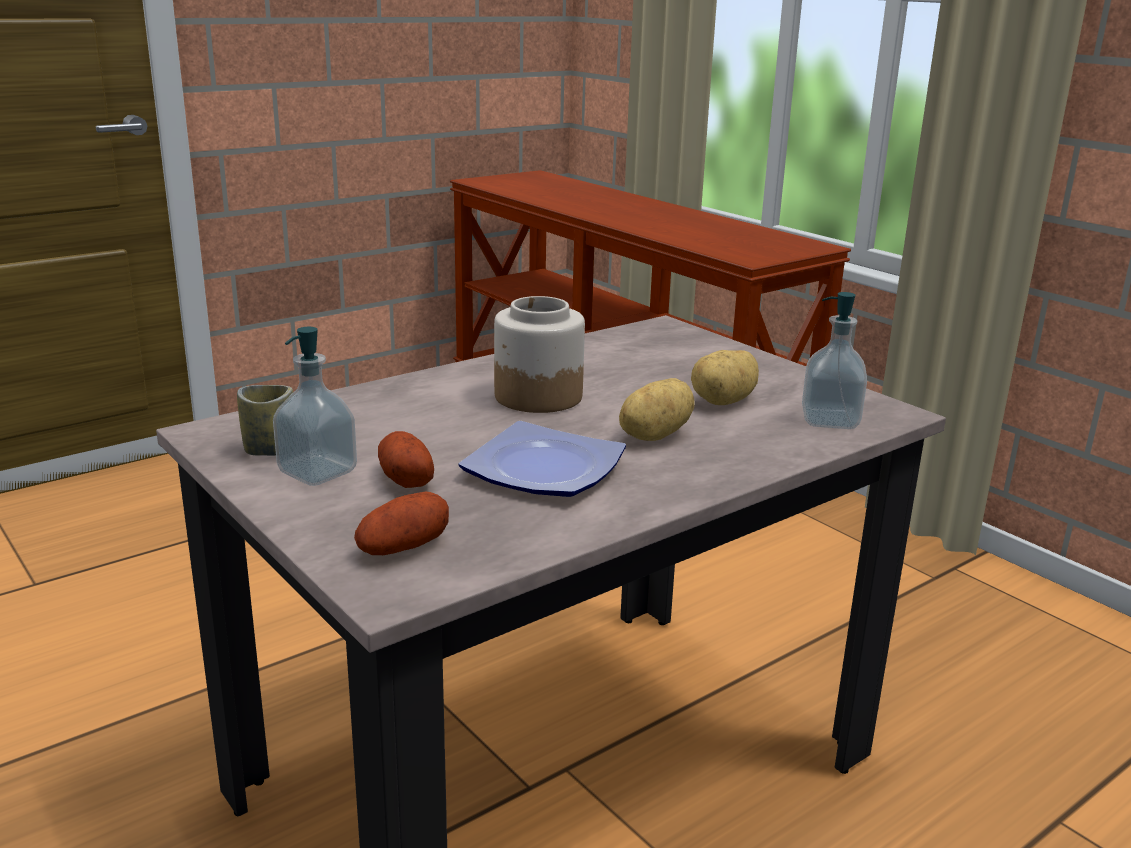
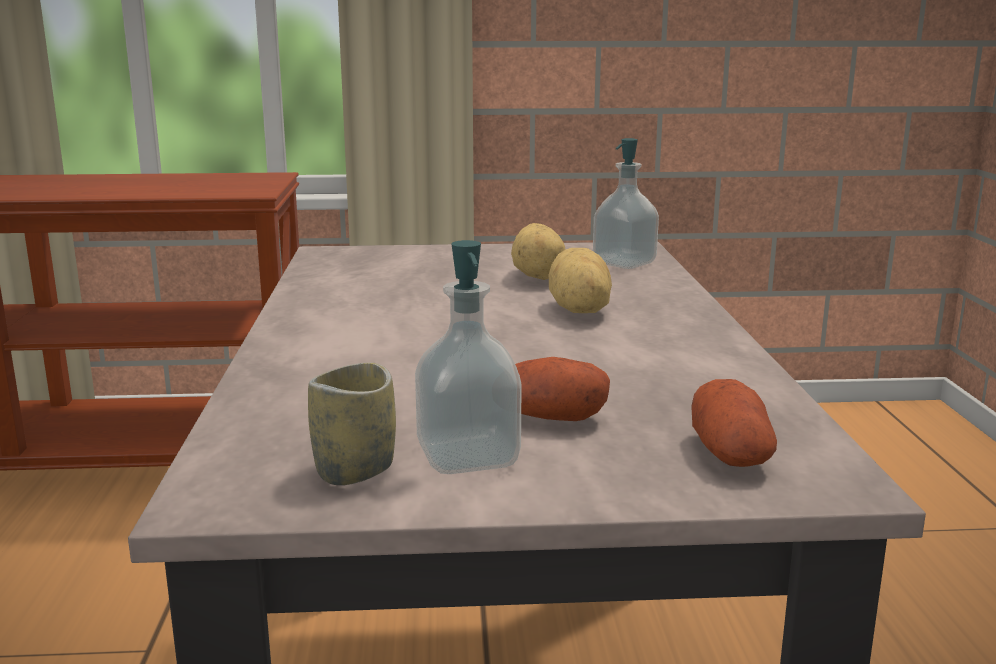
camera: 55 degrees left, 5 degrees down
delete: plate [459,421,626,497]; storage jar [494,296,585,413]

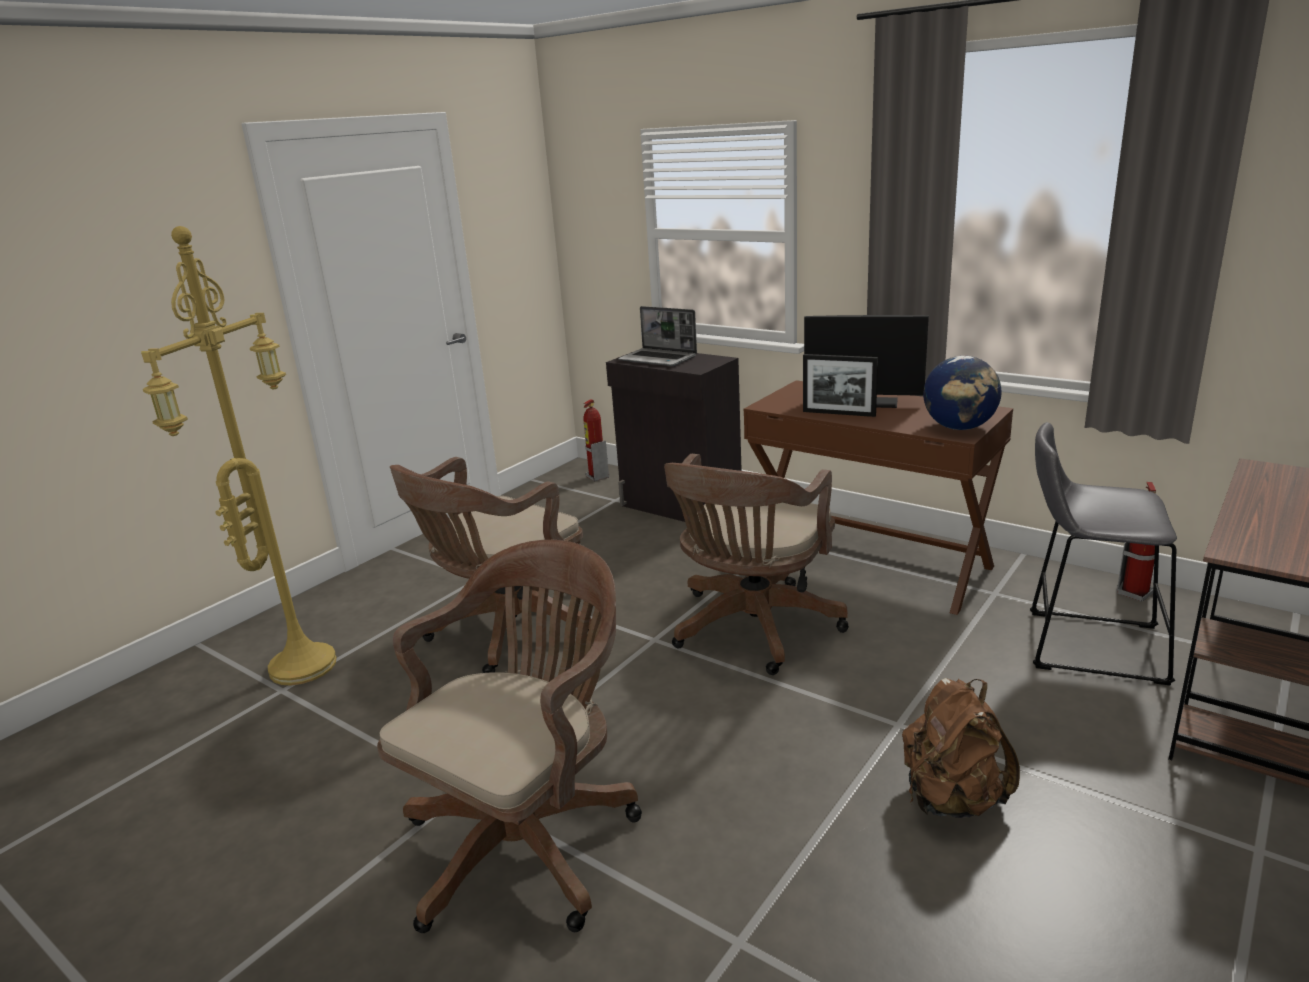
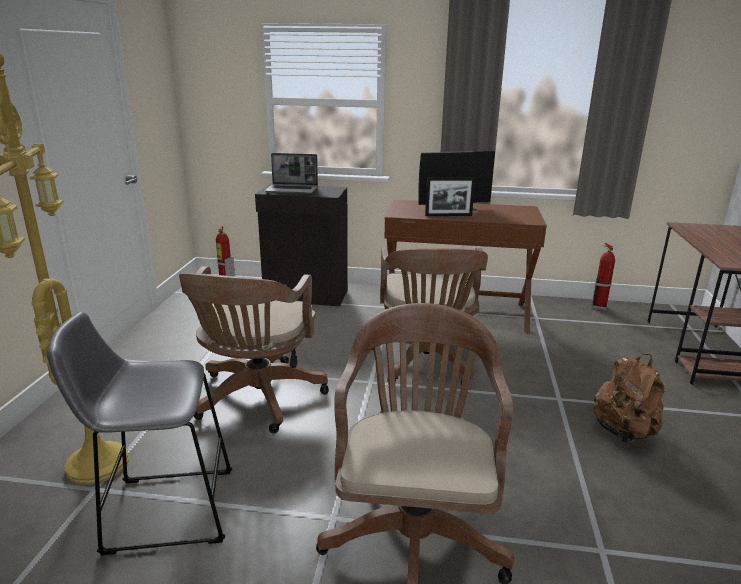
camera: 30 degrees left, 0 degrees up
delete: desk globe [923,356,1002,430]
move: stool seat in gray [1030,422,1177,685] to [47,312,232,555]

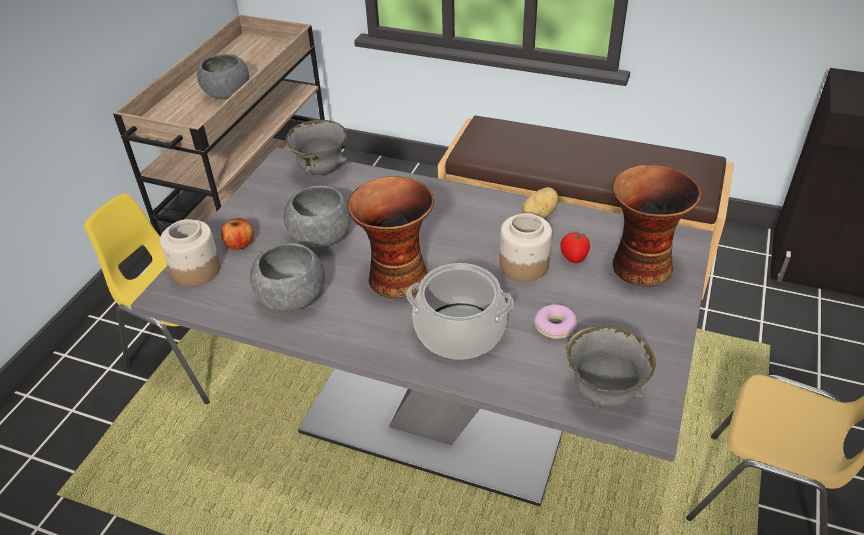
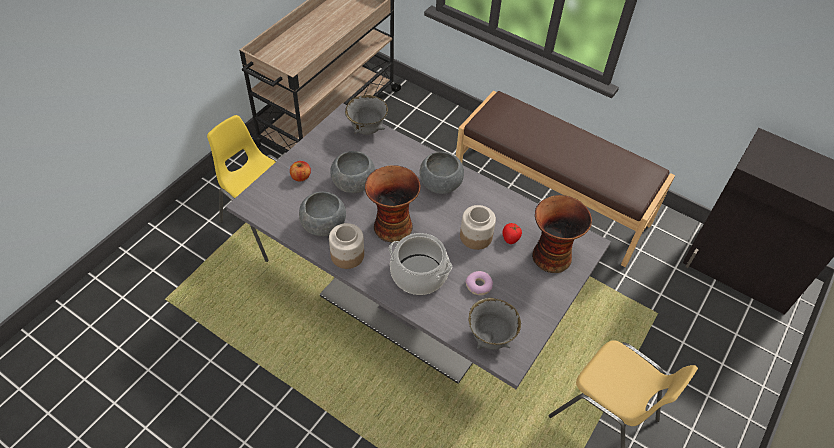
camera: 10 degrees right, 10 degrees up
delete: potato [522,187,559,218]
move: storage jar [160,219,221,287] to [329,223,364,269]; bowl in gray [197,54,249,99] to [419,152,464,194]

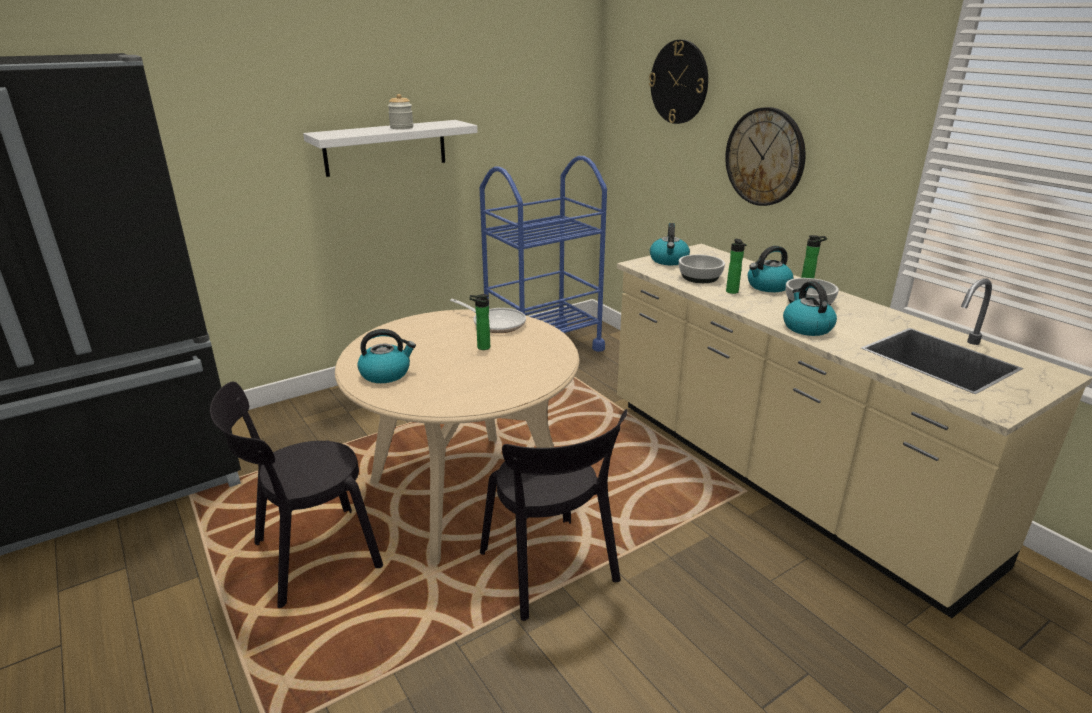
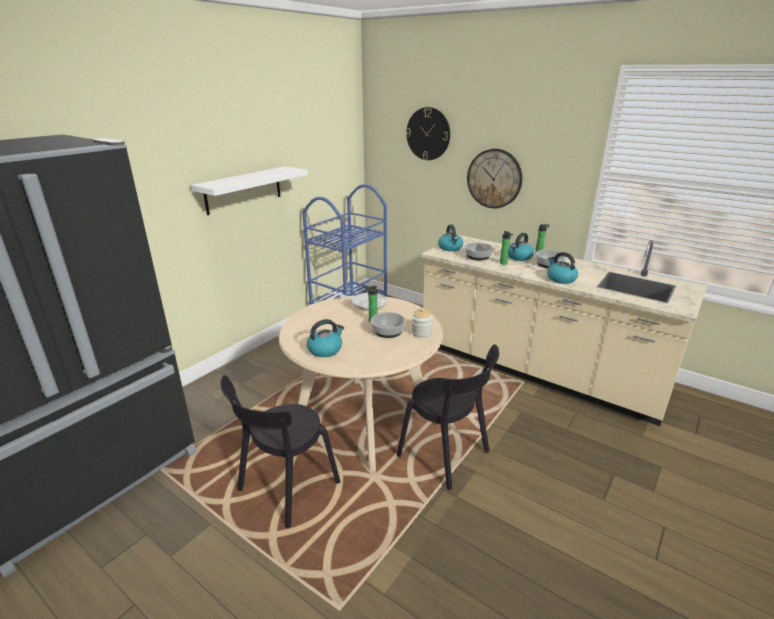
camera: 20 degrees left, 0 degrees up
insert: bowl [370,312,406,338]
move: storage jar [388,94,413,129] to [412,308,433,338]

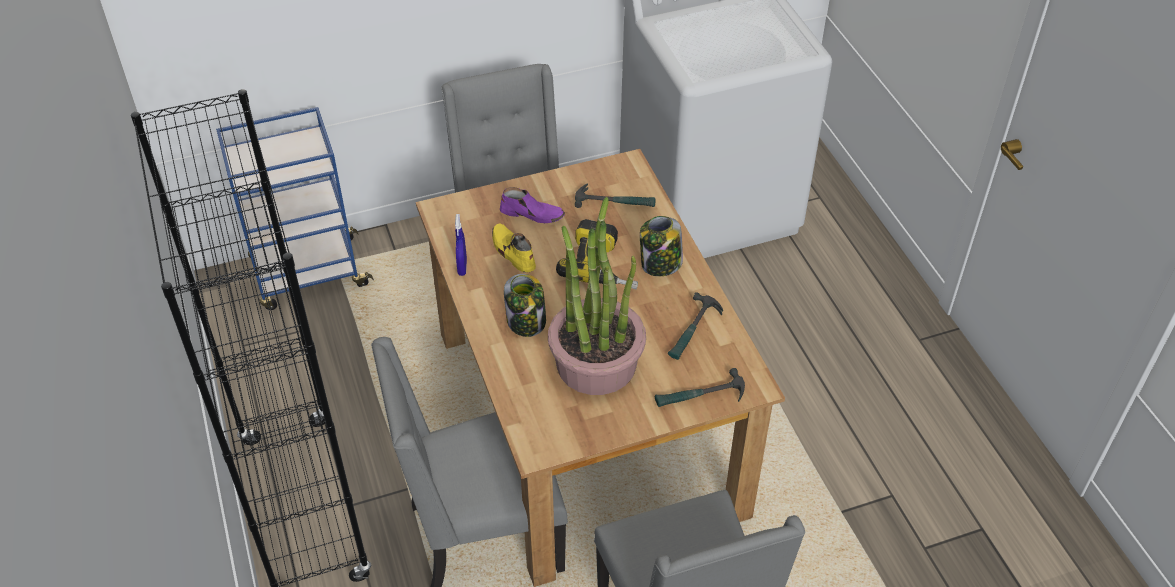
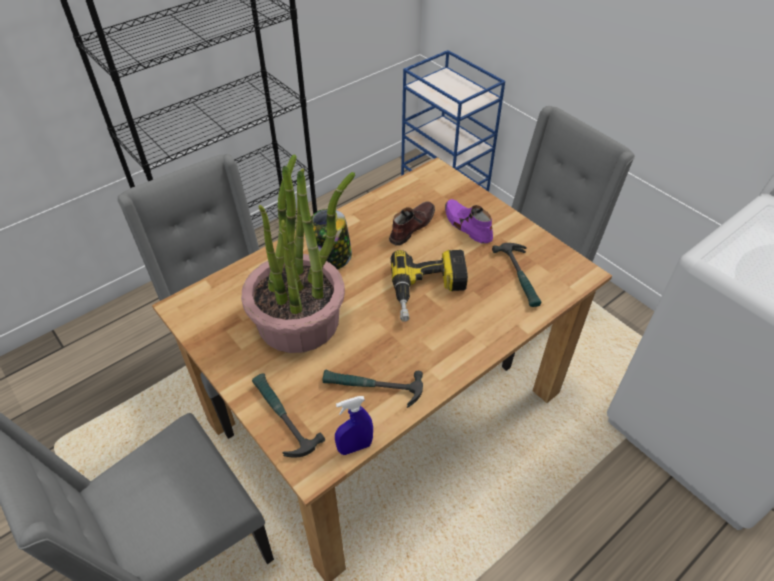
camera: 70 degrees right, 0 degrees up
delete: storage jar [640,216,683,276]
move: sprayer in blue-coloured [455,214,467,276] to [335,396,373,455]
recolor: item of footwear in yellow [492,224,536,273] to item of footwear in brown [389,201,435,246]
rotate: item of footwear in purplish [500,187,565,223] = [445,199,493,244] 150 degrees clockwise

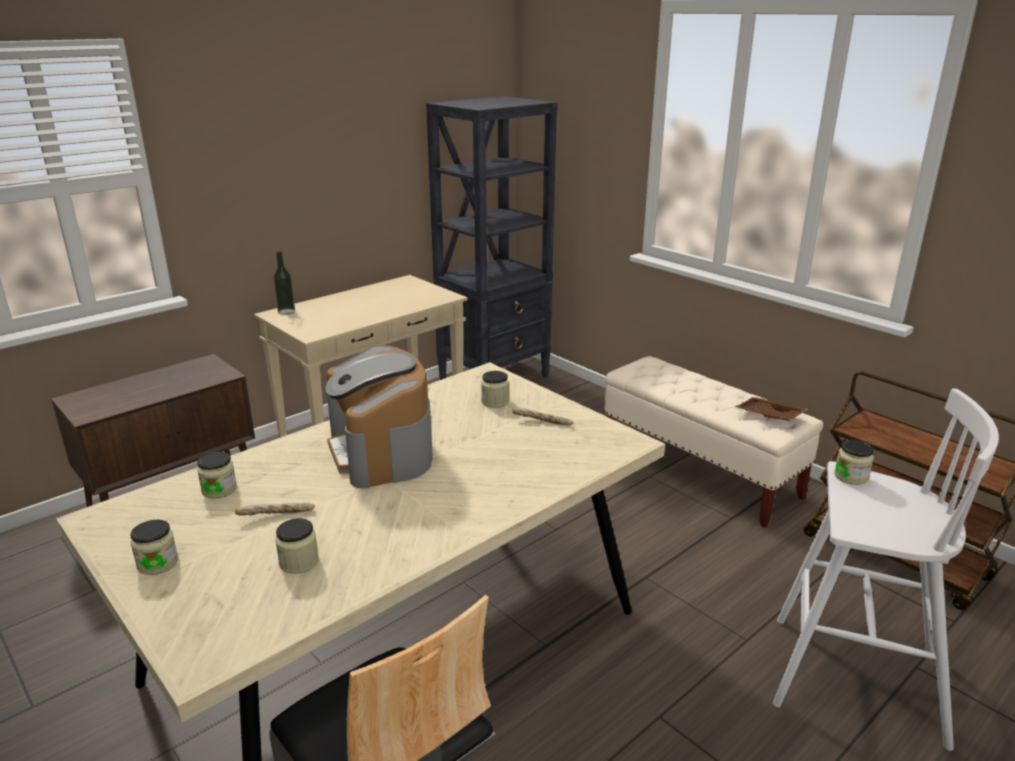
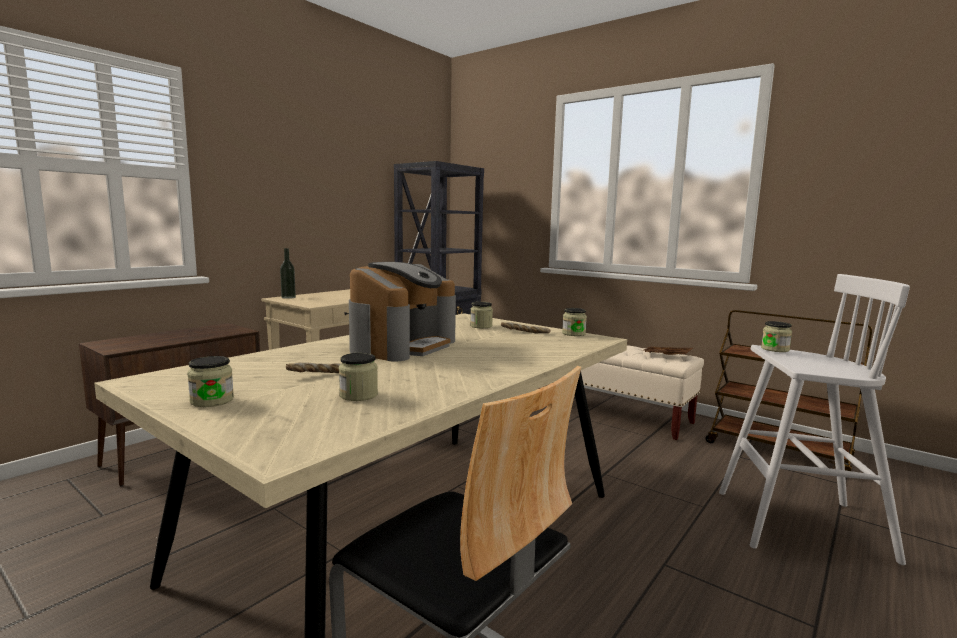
camera: 10 degrees left, 15 degrees down
move: storage jar [197,452,237,499] to [562,308,587,336]
rotate: coffee maker [325,345,432,489] = [349,262,456,361] 120 degrees counterclockwise

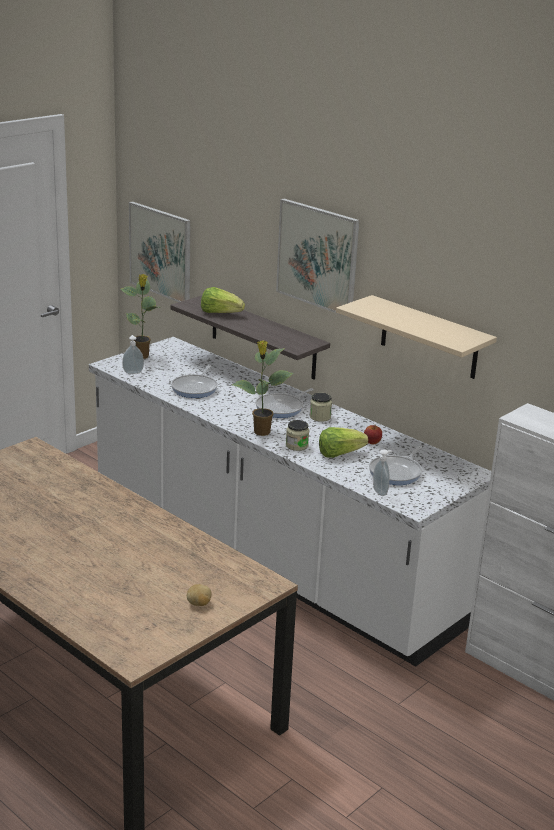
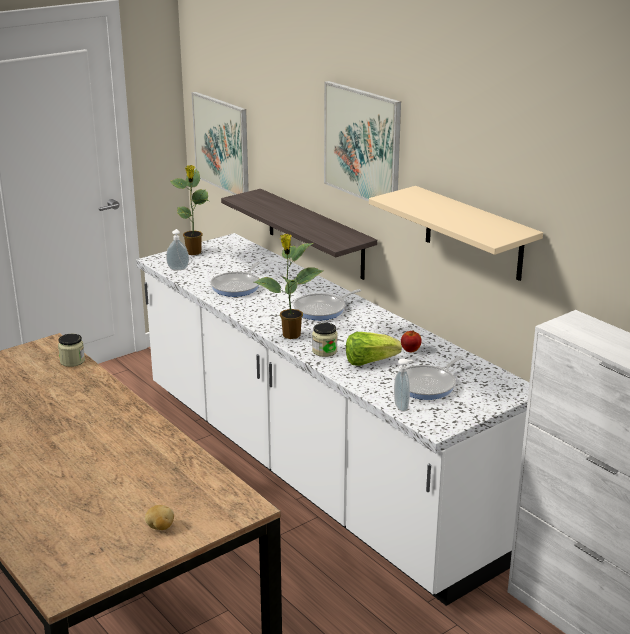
camera: 10 degrees right, 0 degrees up
delete: head of lettuce [201,287,245,313]
move: storage jar [310,393,332,422] to [58,334,85,367]

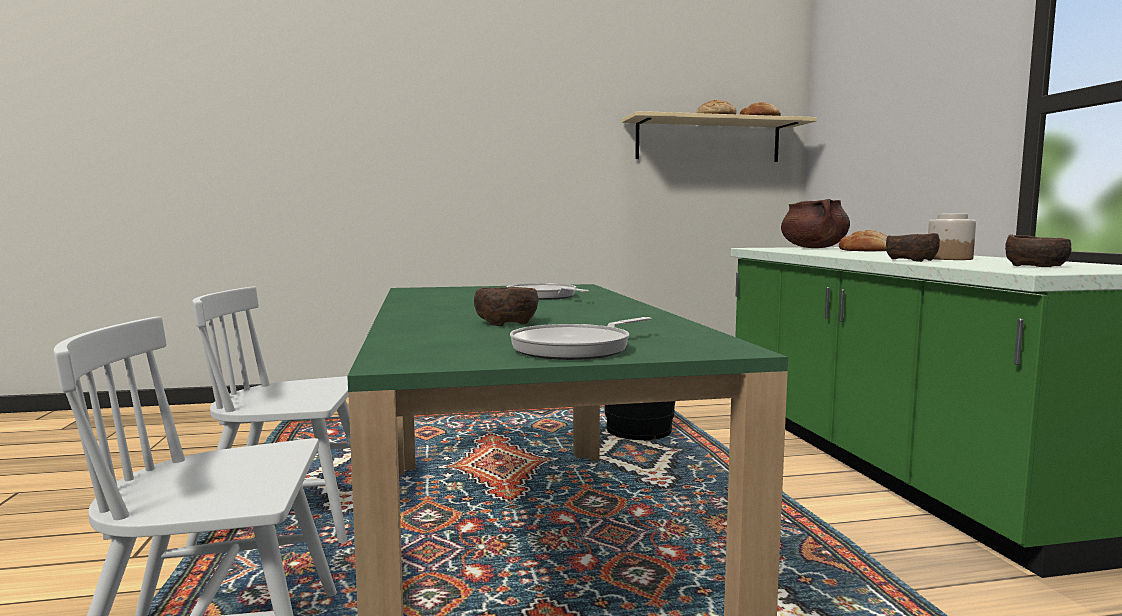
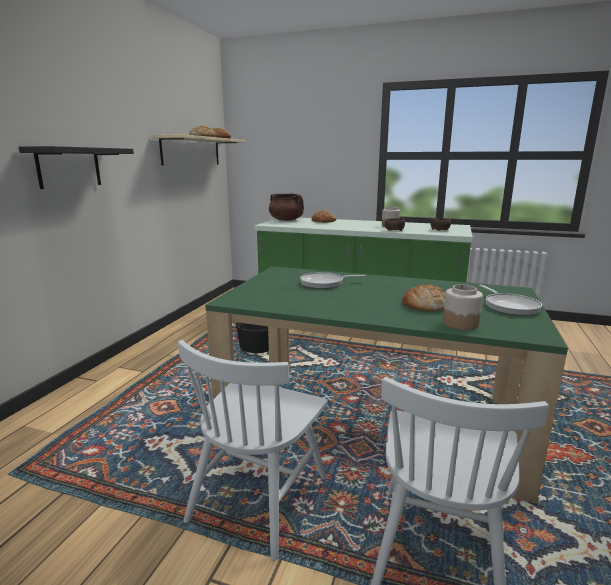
camera: 60 degrees left, 10 degrees up
insert: wall shelf in black-coloured [19,146,134,189]; storage jar [443,284,483,330]
replace: bowl in brown [474,287,538,326] to bakery bread [402,284,445,311]

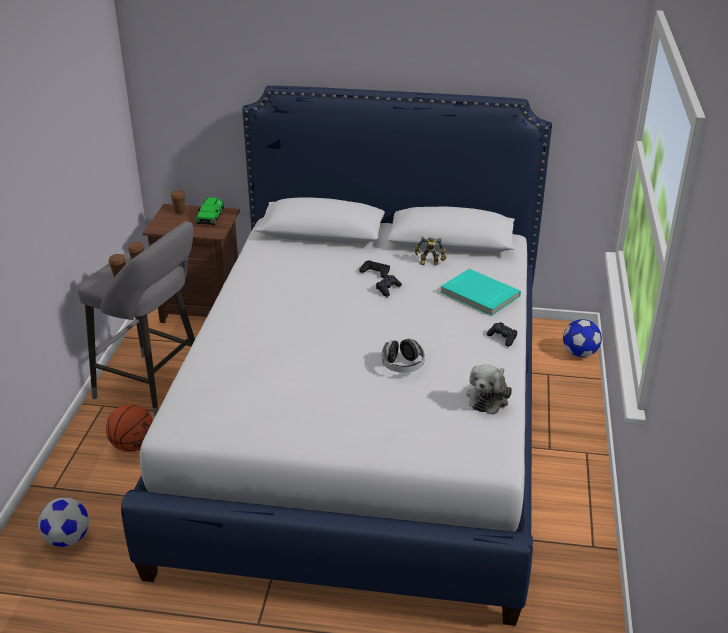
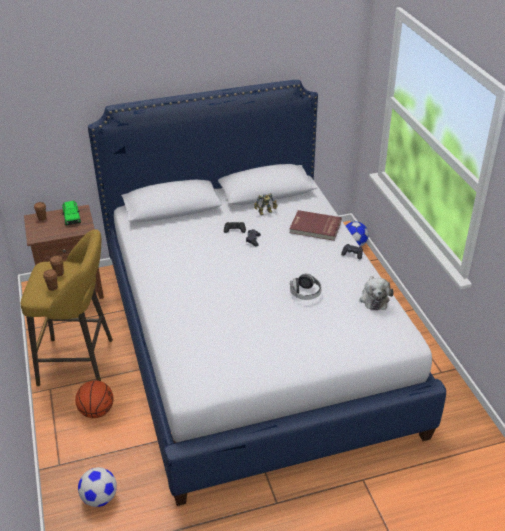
camera: 25 degrees left, 5 degrees up
recolor: stool seat in gray [78,221,195,418] to stool seat in yellow [21,229,113,386]; bound book in turquoise [440,269,521,316] to bound book in red [289,210,342,241]

